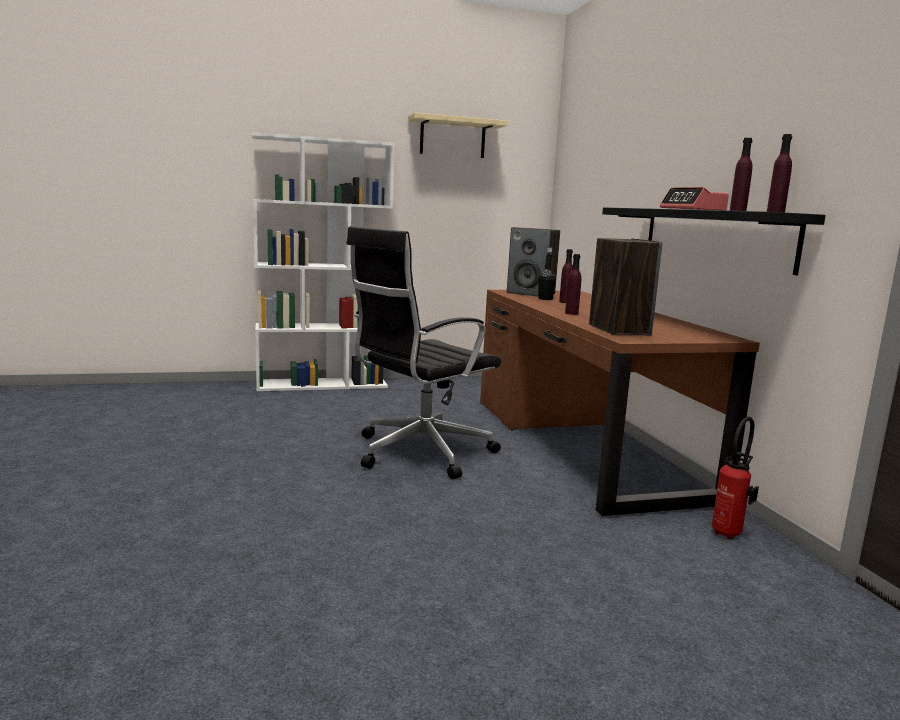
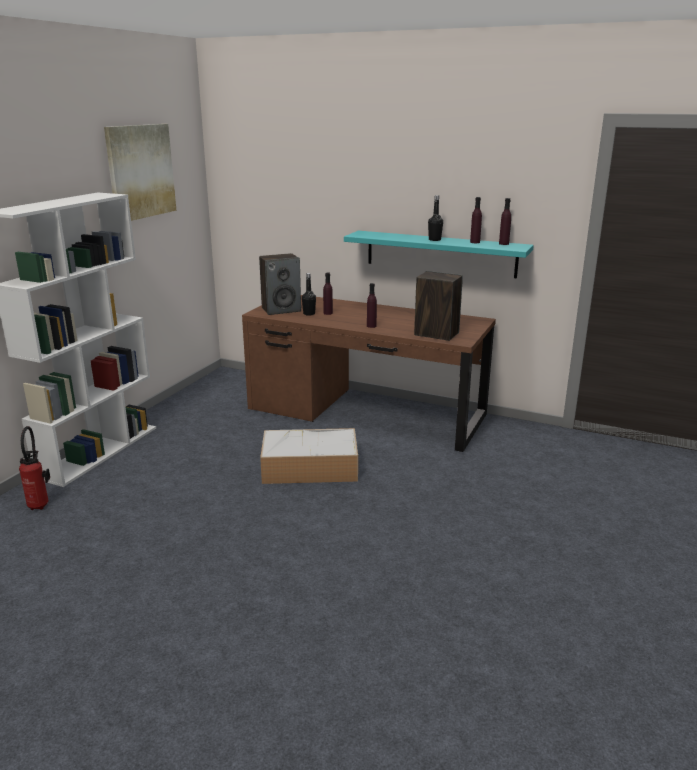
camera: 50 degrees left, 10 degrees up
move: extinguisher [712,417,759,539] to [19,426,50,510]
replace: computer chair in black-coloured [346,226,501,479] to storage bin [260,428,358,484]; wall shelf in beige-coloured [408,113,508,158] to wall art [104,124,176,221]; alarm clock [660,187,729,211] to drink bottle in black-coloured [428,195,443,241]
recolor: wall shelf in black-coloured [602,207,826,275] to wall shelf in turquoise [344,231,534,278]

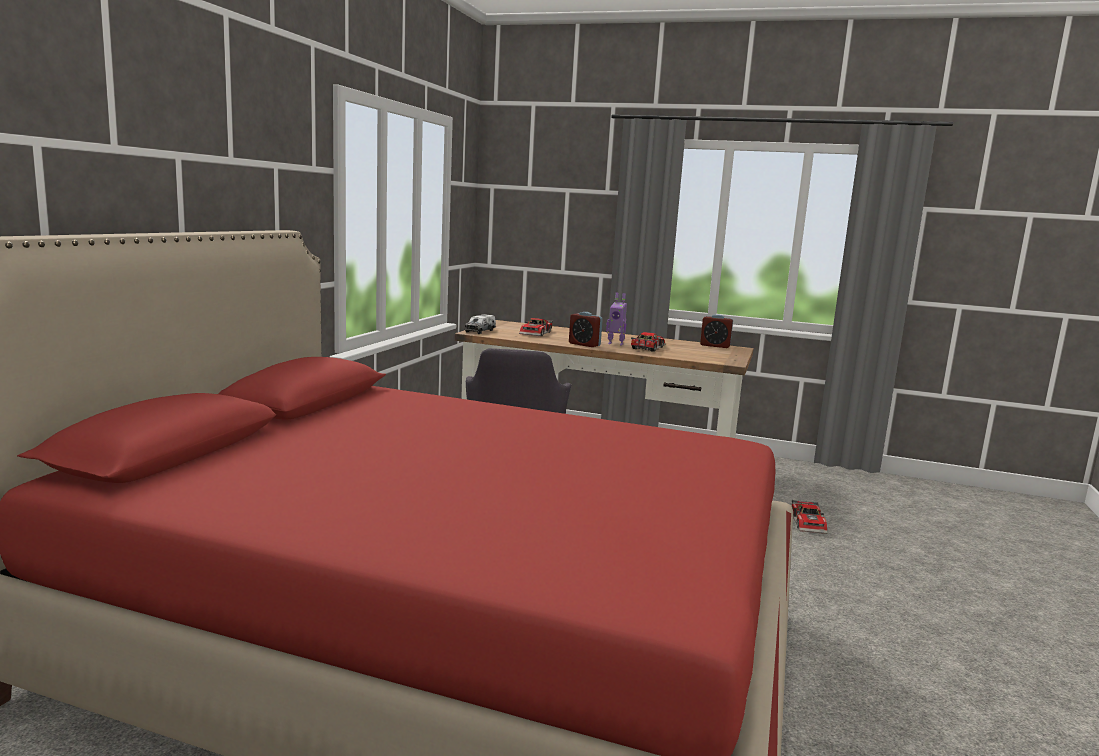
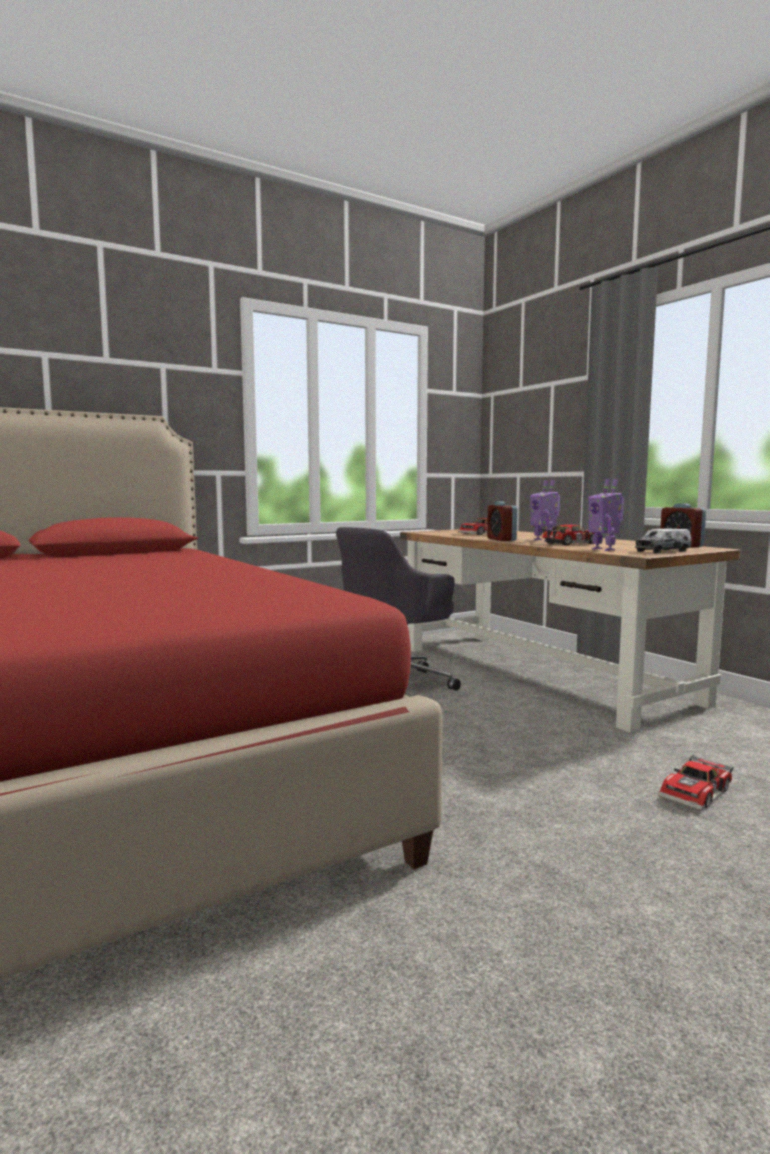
camera: 40 degrees right, 5 degrees down
insert: toy robot [588,479,624,551]
move: toy lorry [465,314,496,334] to [635,529,691,553]

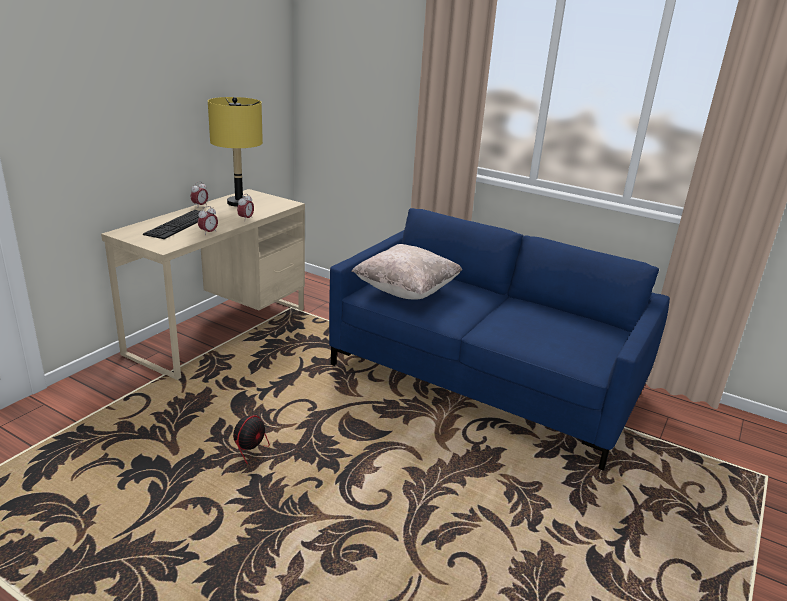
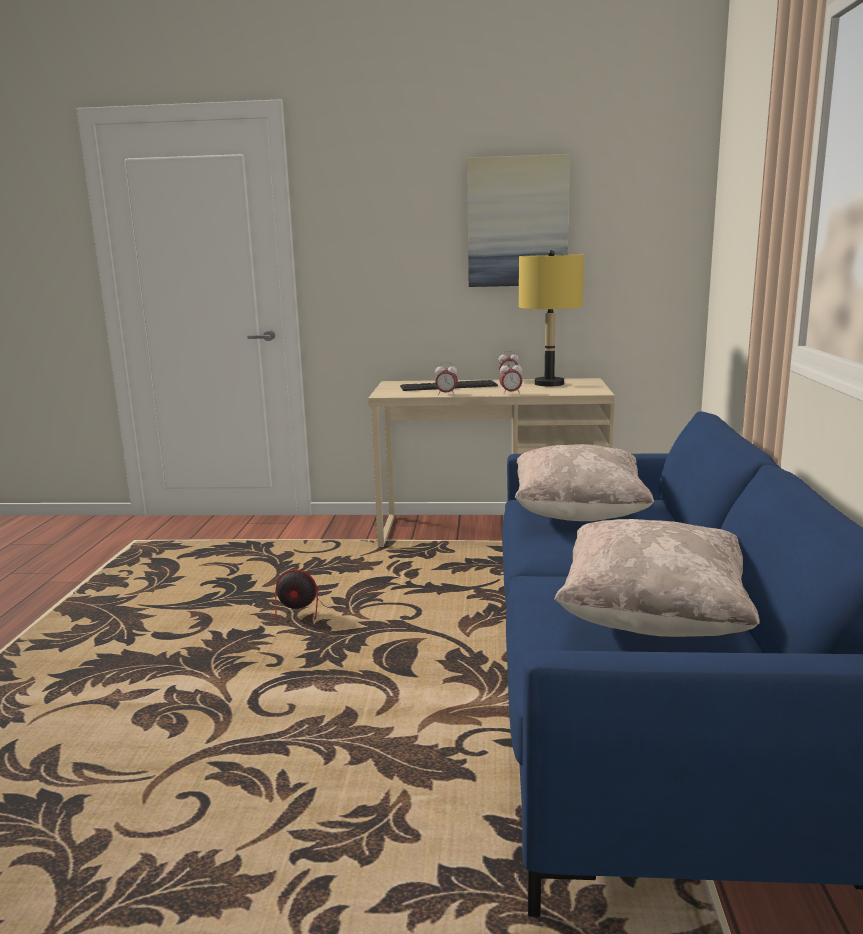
camera: 65 degrees right, 10 degrees down
insert: wall art [467,154,570,287]; cushion in beige-coloured [554,519,760,637]

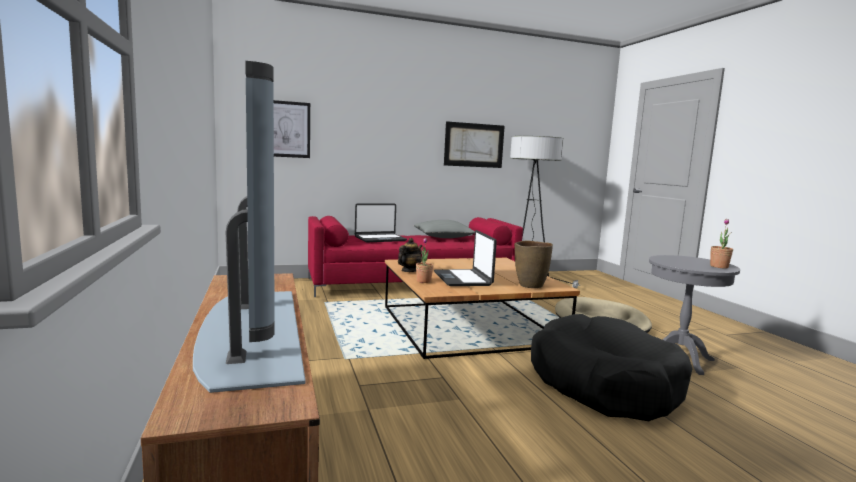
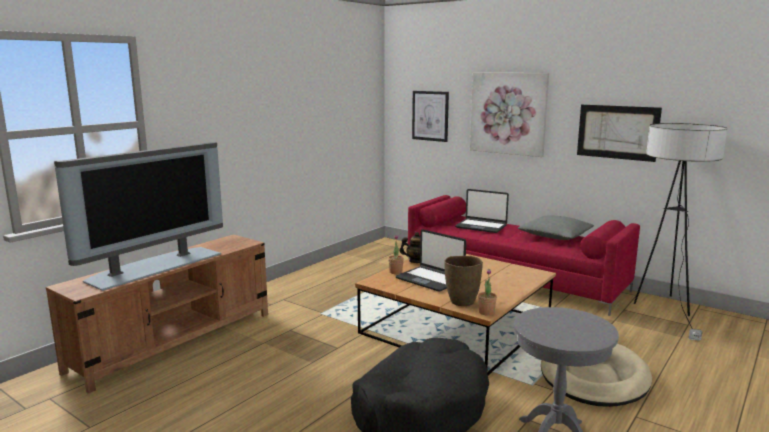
camera: 55 degrees right, 5 degrees up
insert: wall art [470,72,549,157]
move: houseplant [710,219,733,268] to [478,269,497,316]
rotate: laptop [434,230,497,286] = [396,229,466,292] 90 degrees counterclockwise

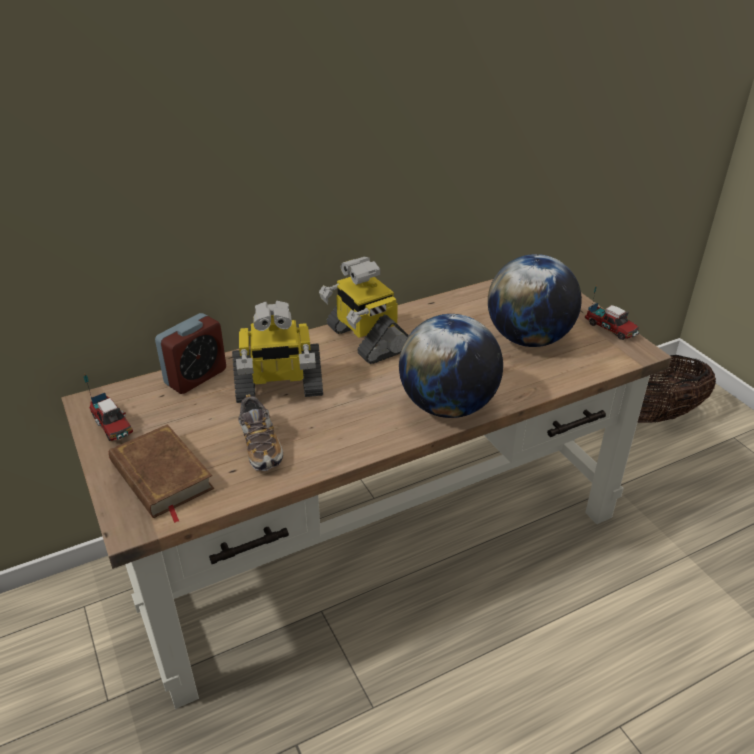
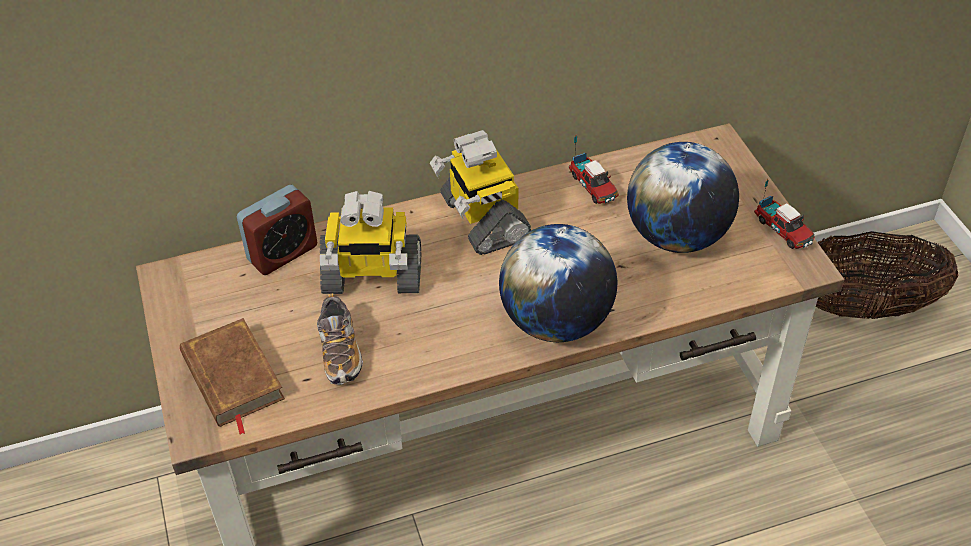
camera: 10 degrees right, 10 degrees up
move: toy lorry [84,375,133,441] to [569,136,619,204]

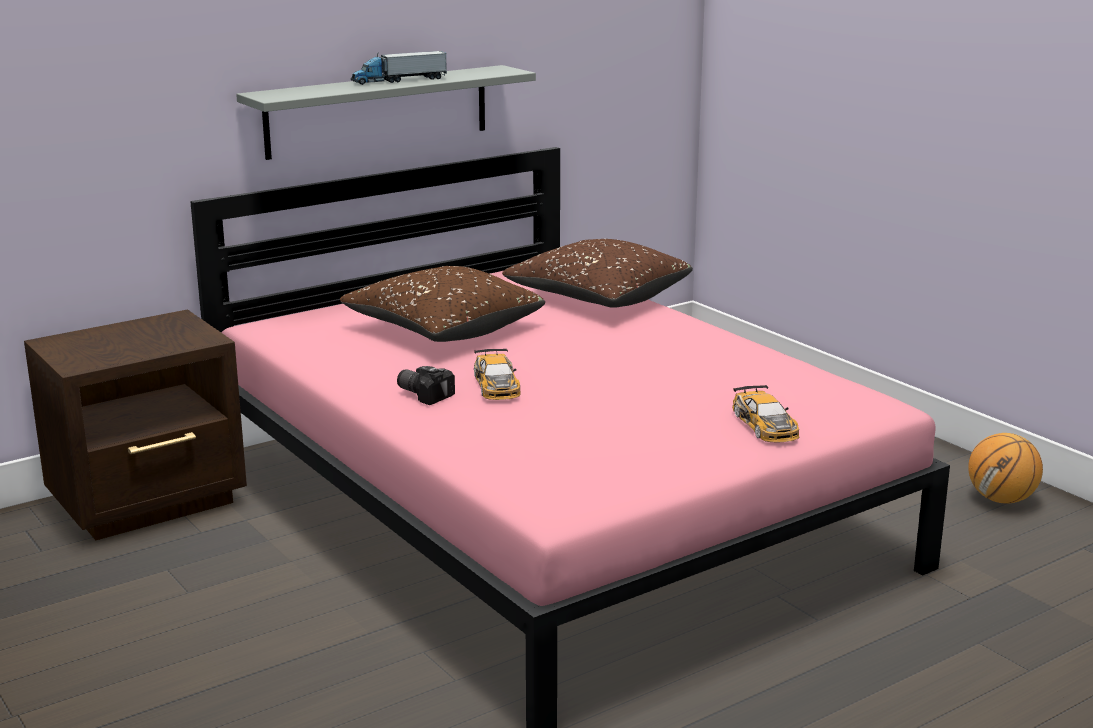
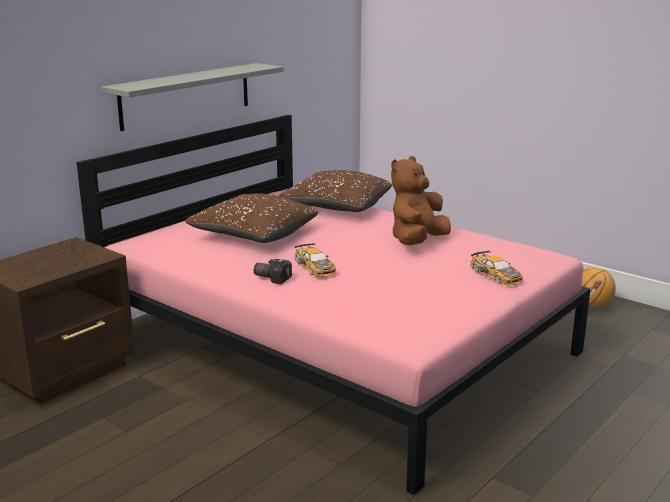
camera: 15 degrees left, 0 degrees up
delete: toy lorry [351,51,447,85]
insert: plush toy in brown [391,156,451,245]

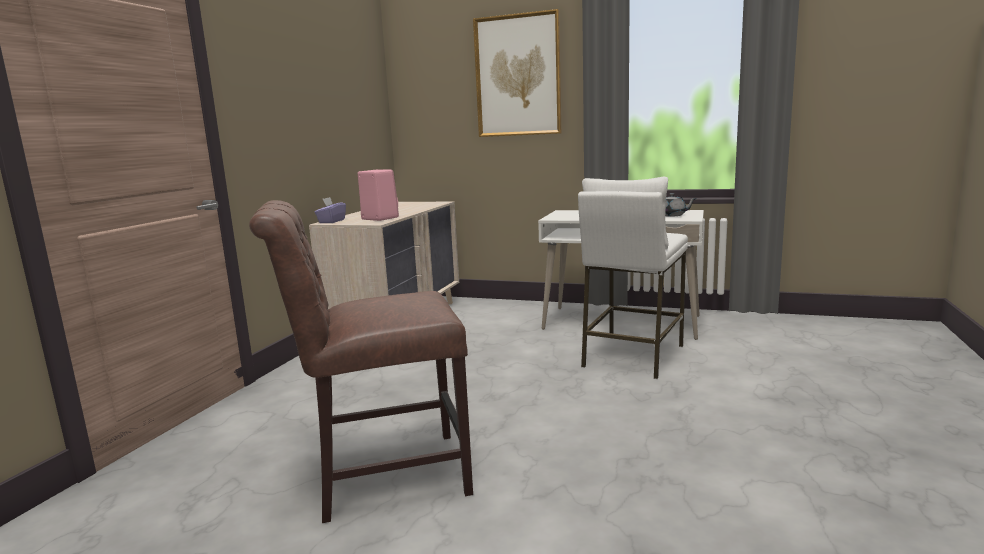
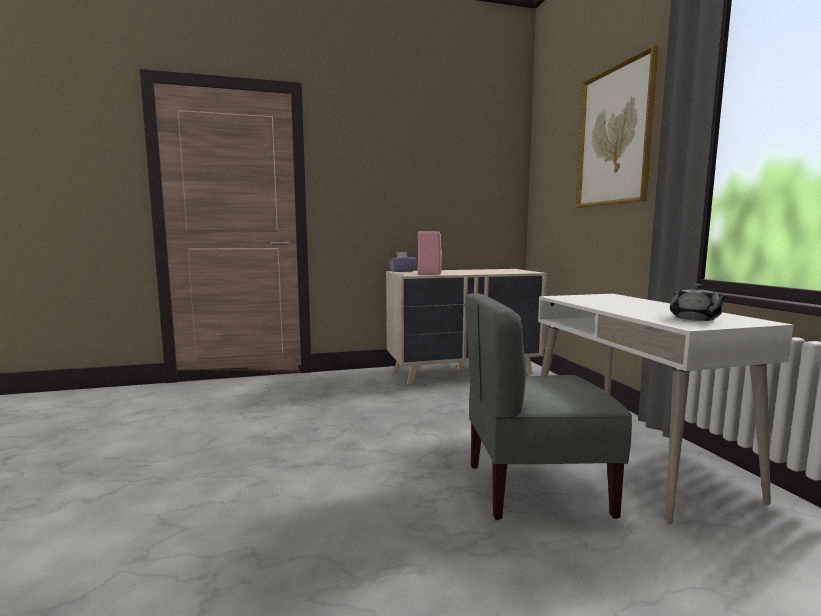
camera: 55 degrees right, 5 degrees down
delete: plain chair in brown [249,200,473,523]
replace: stool seat in whitish [578,177,688,379] to plain chair in gray [465,293,632,520]

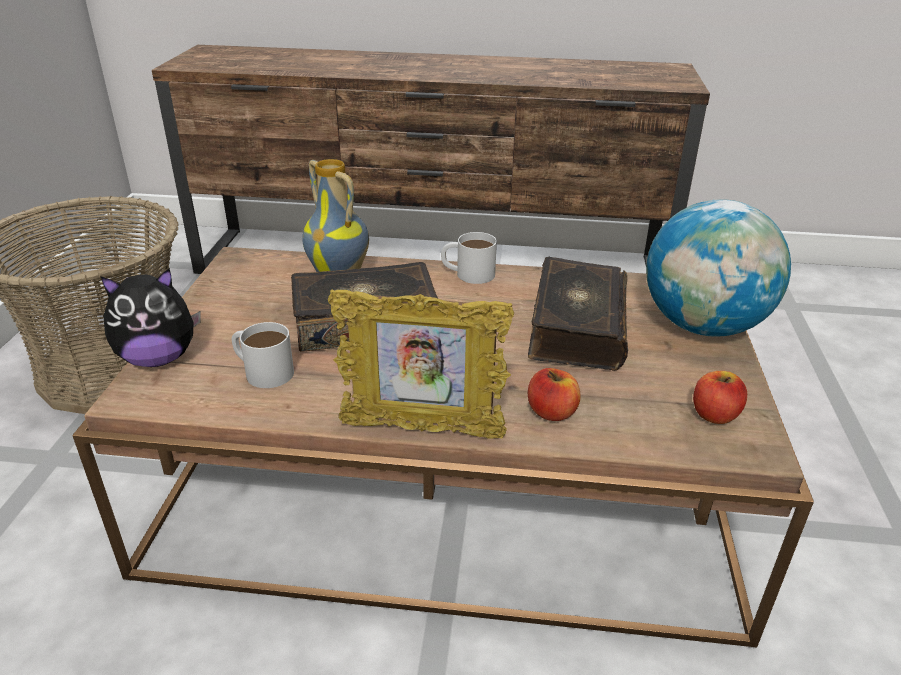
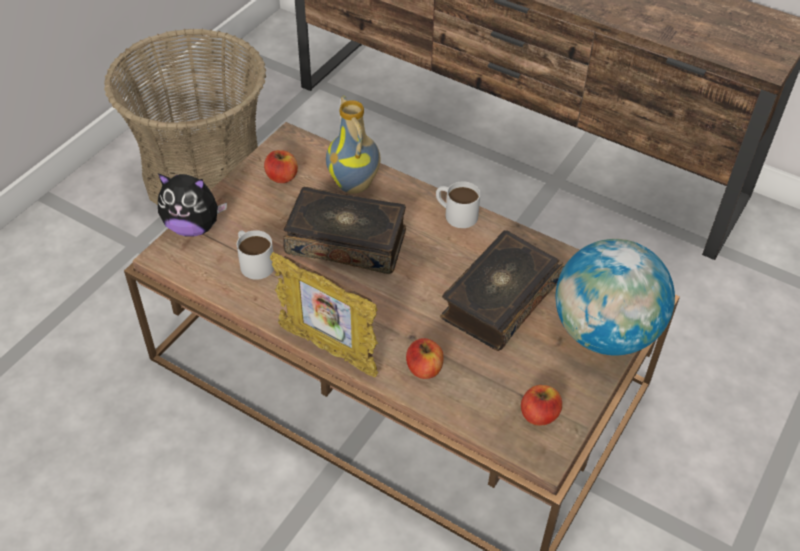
camera: 25 degrees right, 15 degrees up
insert: whole apple [264,150,298,183]

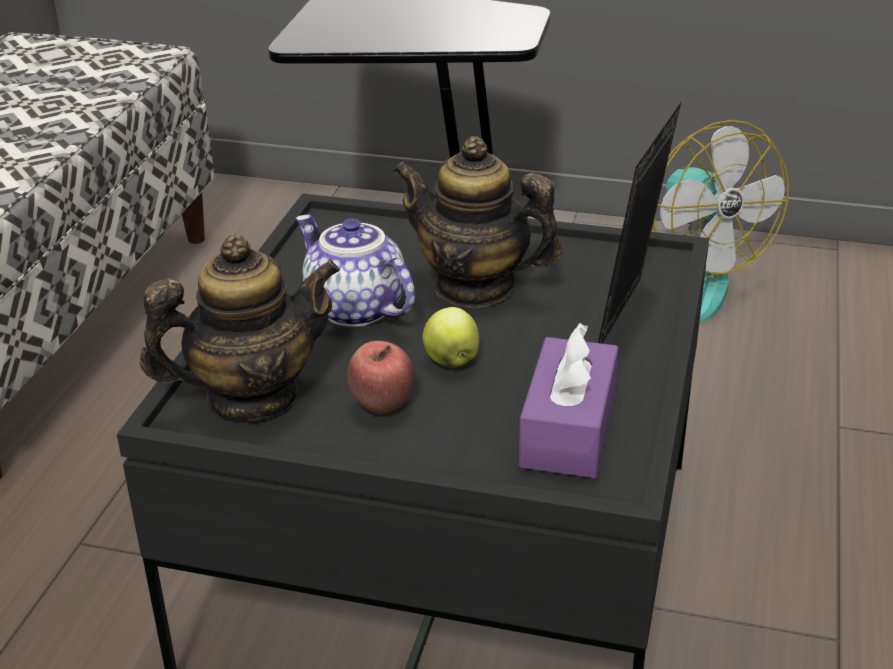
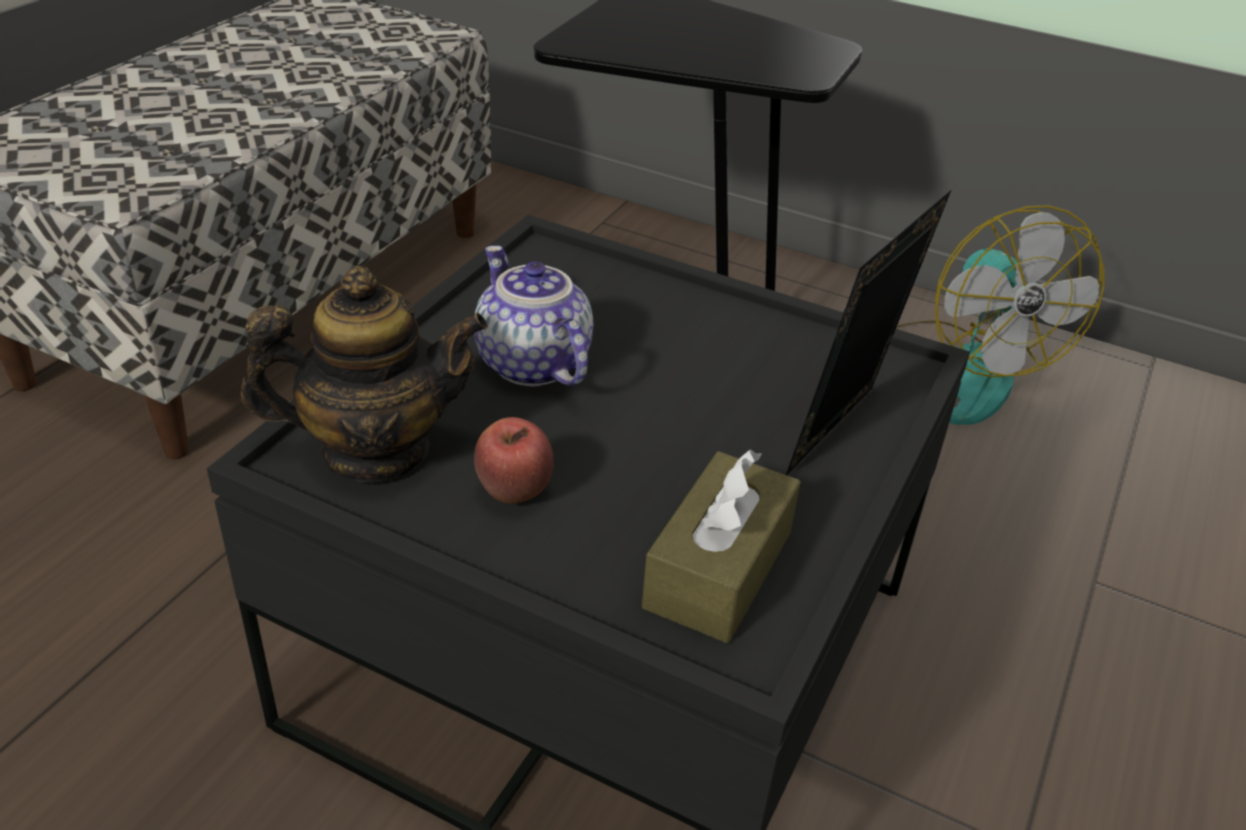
camera: 10 degrees right, 5 degrees up
delete: pot for tea [393,136,563,308]; whole apple [422,307,479,368]
recolor: tissue box in purplish [519,323,618,478] to tissue box in brown [642,449,801,643]

